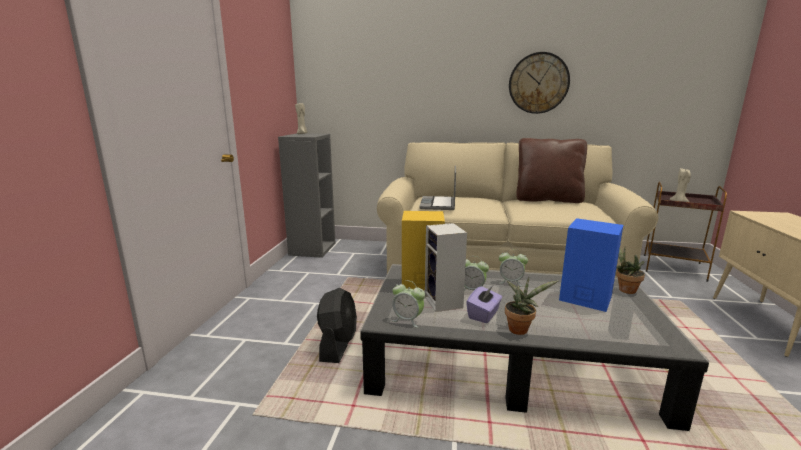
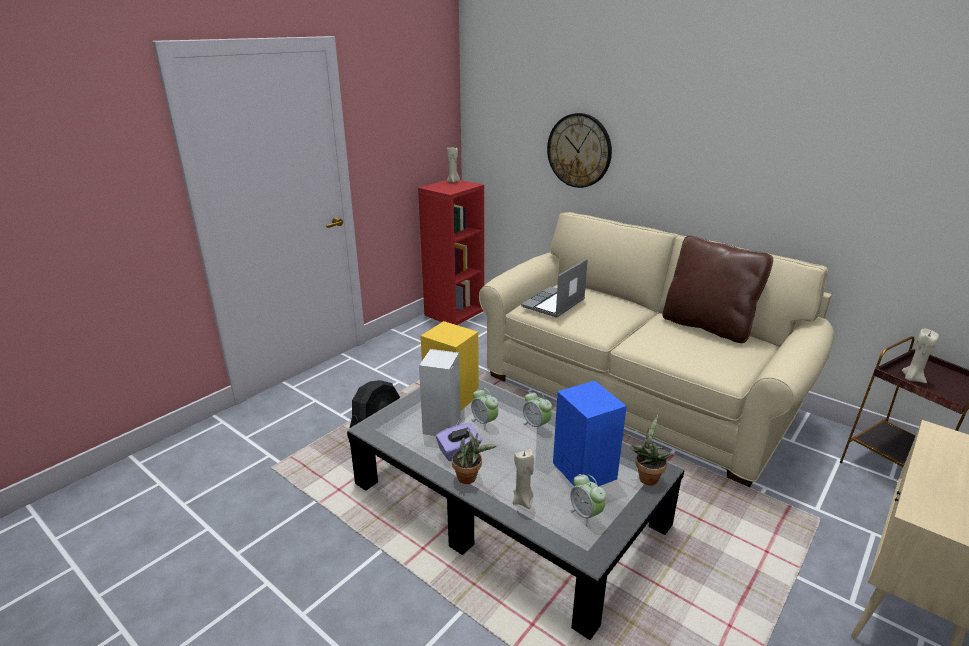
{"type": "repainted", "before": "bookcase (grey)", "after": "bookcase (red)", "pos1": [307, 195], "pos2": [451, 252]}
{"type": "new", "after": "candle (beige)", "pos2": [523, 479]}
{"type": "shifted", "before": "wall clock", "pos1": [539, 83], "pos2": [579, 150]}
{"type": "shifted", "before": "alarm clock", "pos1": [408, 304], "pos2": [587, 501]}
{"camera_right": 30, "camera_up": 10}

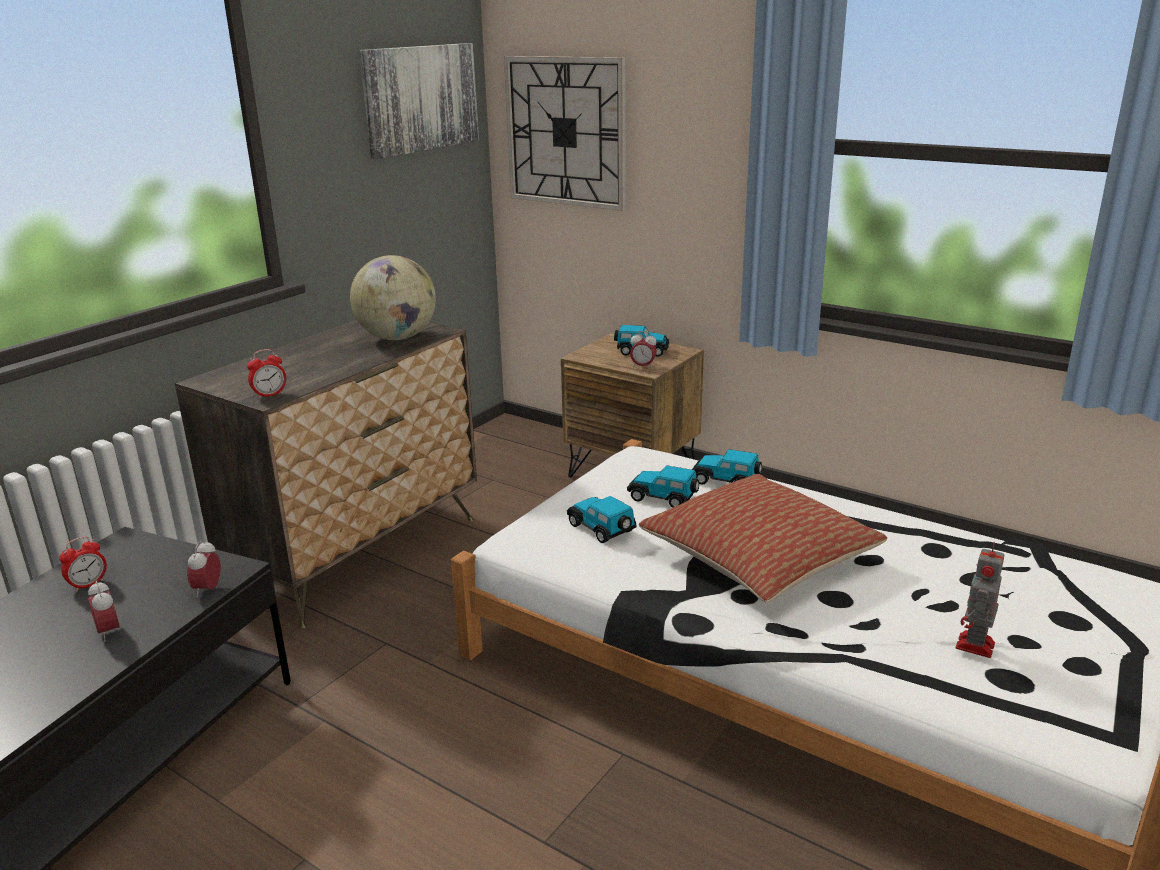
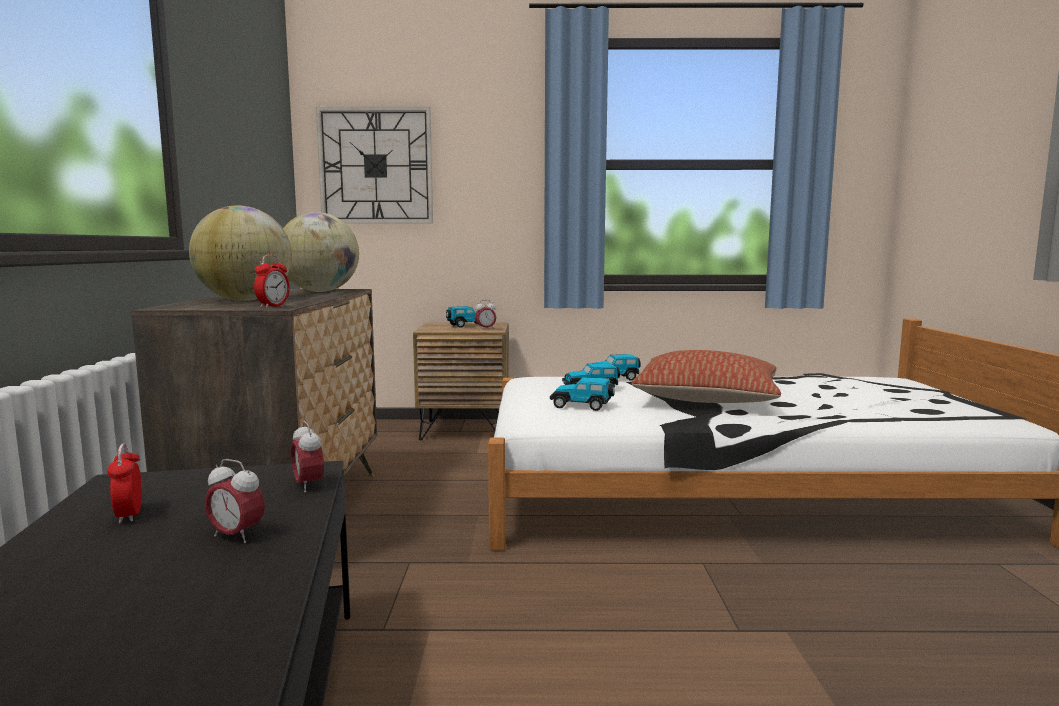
{"type": "rotated", "before": "alarm clock", "pos1": [83, 564], "pos2": [124, 483], "turn": 150}
{"type": "new", "after": "globe", "pos2": [240, 253]}
{"type": "gone", "before": "picture", "pos1": [419, 101]}
{"type": "gone", "before": "toy robot", "pos1": [980, 600]}
{"camera_right": -35, "camera_up": -15}

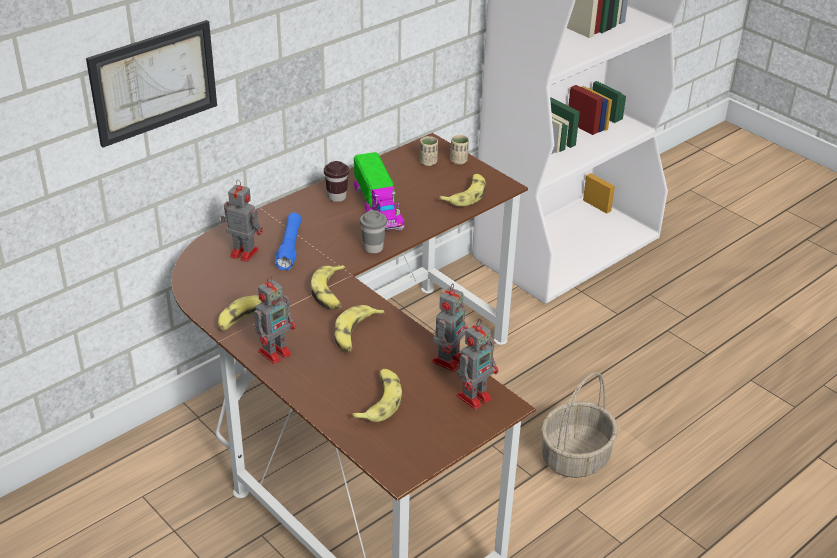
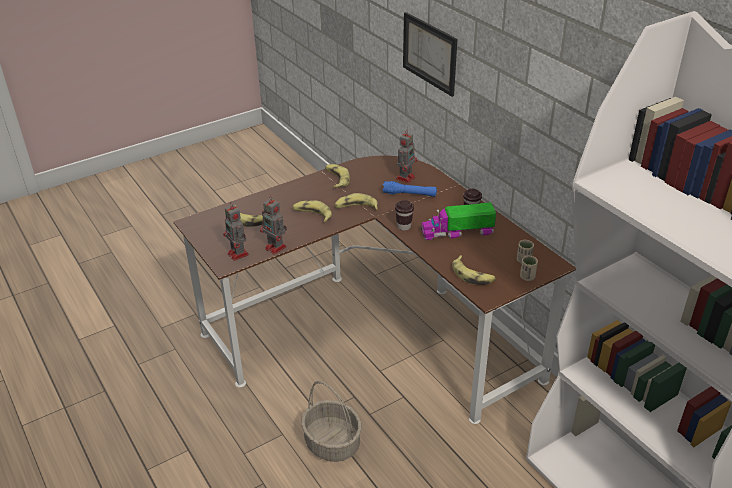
{"type": "repainted", "before": "cup (grey)", "after": "cup (brown)", "pos1": [373, 232], "pos2": [404, 215]}
{"type": "gone", "before": "toy robot", "pos1": [275, 320]}
{"camera_right": 100, "camera_up": 0}

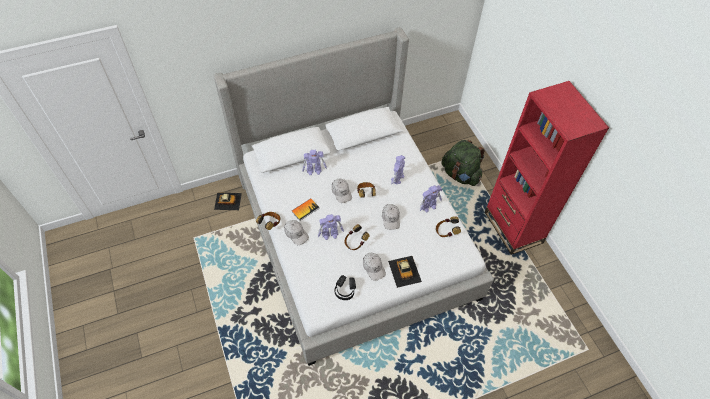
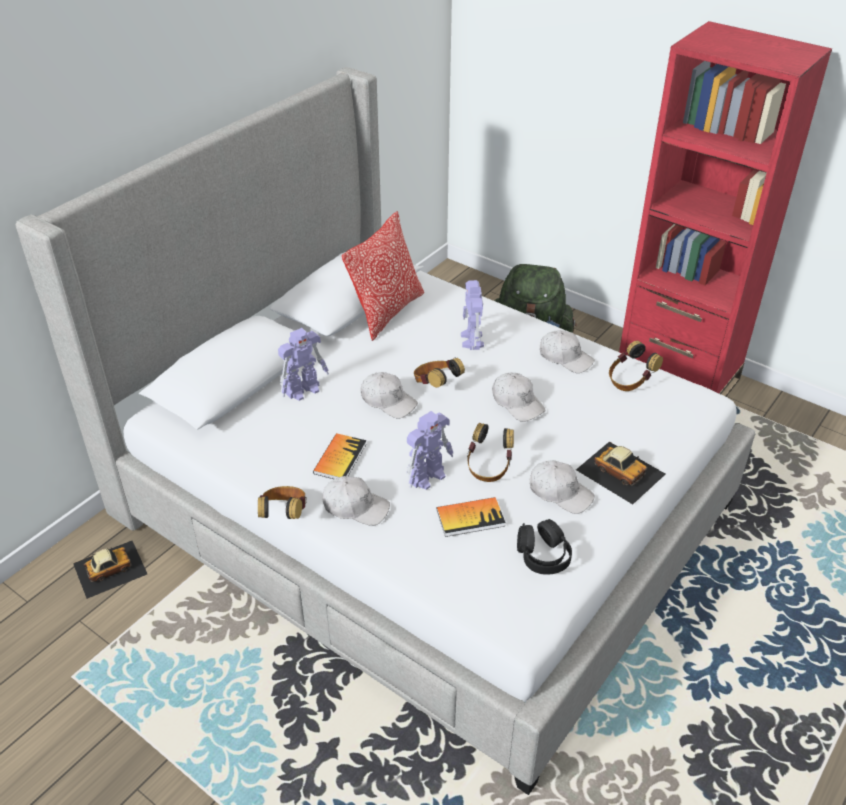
{"type": "new", "after": "pillow", "pos2": [383, 276]}
{"type": "new", "after": "book", "pos2": [471, 517]}
{"type": "swapped", "before": "toy robot", "after": "cap (white)", "pos1": [431, 198], "pos2": [567, 351]}
{"camera_right": -30, "camera_up": -15}

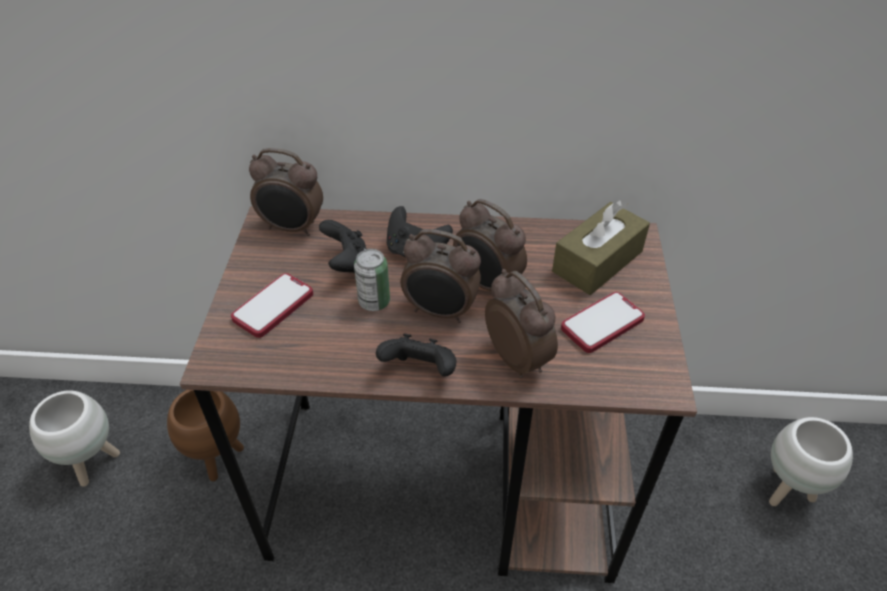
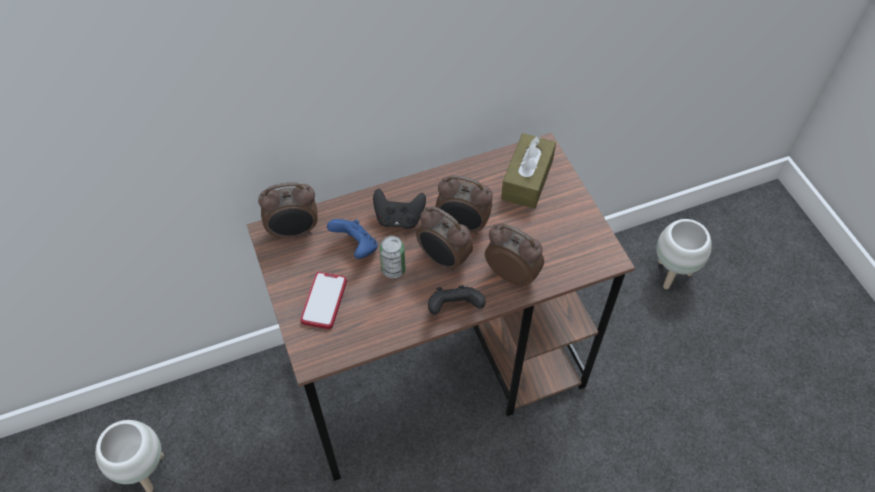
{"type": "repainted", "before": "game controller (black)", "after": "game controller (blue)", "pos1": [342, 247], "pos2": [352, 239]}
{"type": "rotated", "before": "alarm clock", "pos1": [440, 276], "pos2": [444, 240], "turn": 45}
{"type": "gone", "before": "planter (brown)", "pos1": [205, 435]}
{"type": "gone", "before": "phone", "pos1": [603, 322]}
{"camera_right": -25, "camera_up": 10}

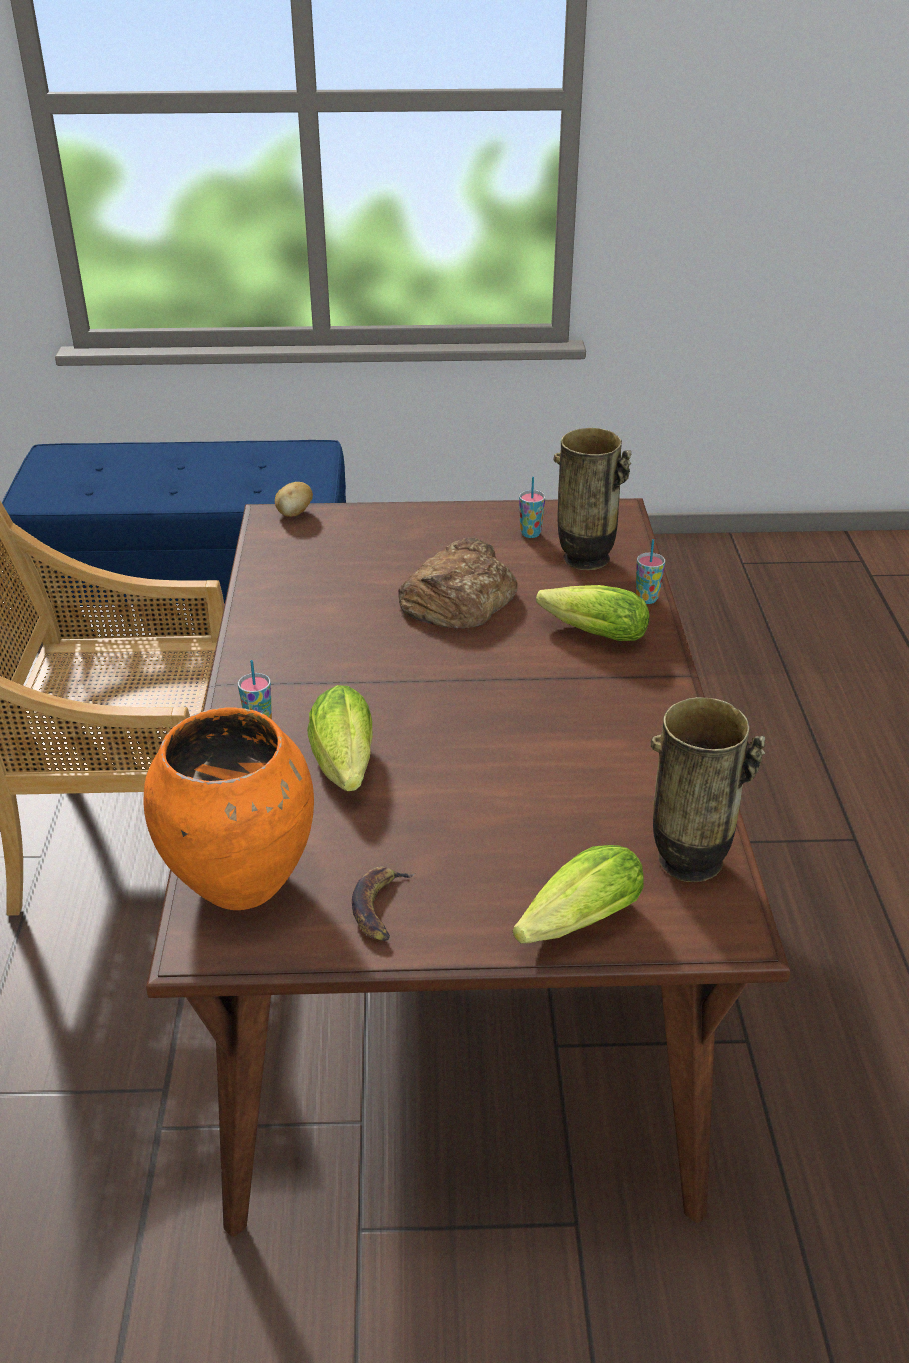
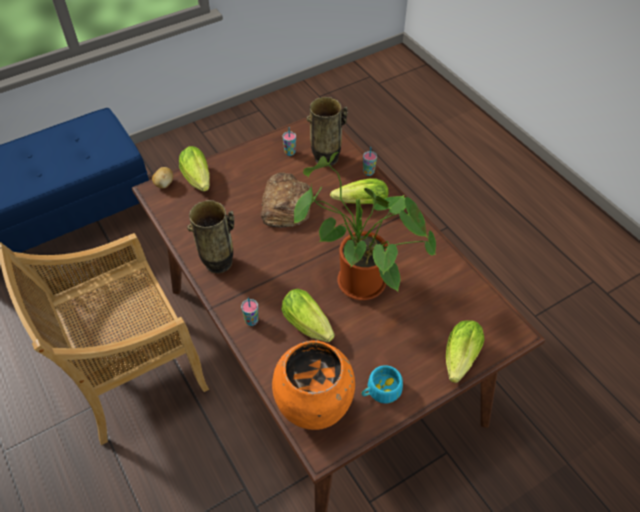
{"type": "new", "after": "lettuce", "pos2": [194, 168]}
{"type": "shifted", "before": "vase", "pos1": [708, 789], "pos2": [211, 237]}
{"type": "new", "after": "potted plant", "pos2": [365, 226]}
{"type": "swapped", "before": "banana", "after": "cup (turquoise)", "pos1": [383, 904], "pos2": [382, 384]}
{"camera_right": -30, "camera_up": 15}

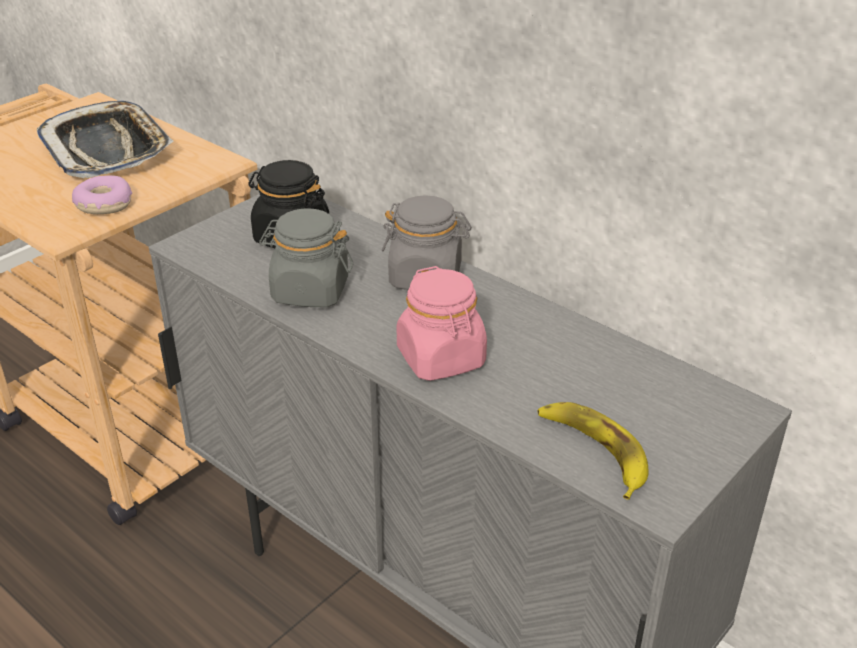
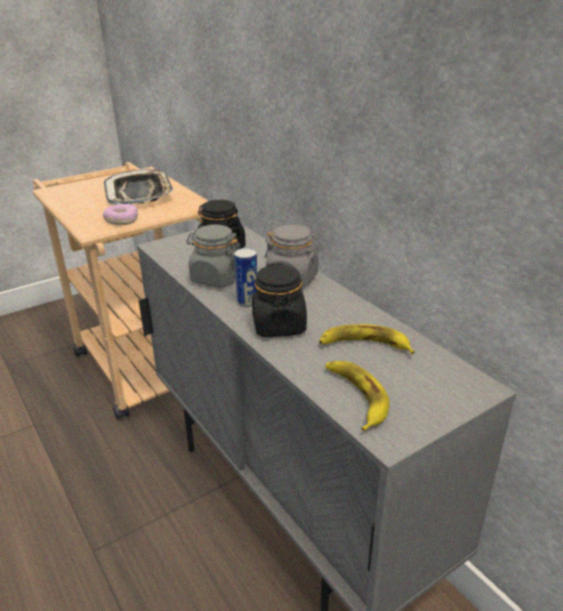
{"type": "new", "after": "can", "pos2": [245, 277]}
{"type": "repainted", "before": "jar (pink)", "after": "jar (black)", "pos1": [442, 323], "pos2": [279, 300]}
{"type": "new", "after": "banana", "pos2": [367, 339]}
{"camera_right": 15, "camera_up": -5}

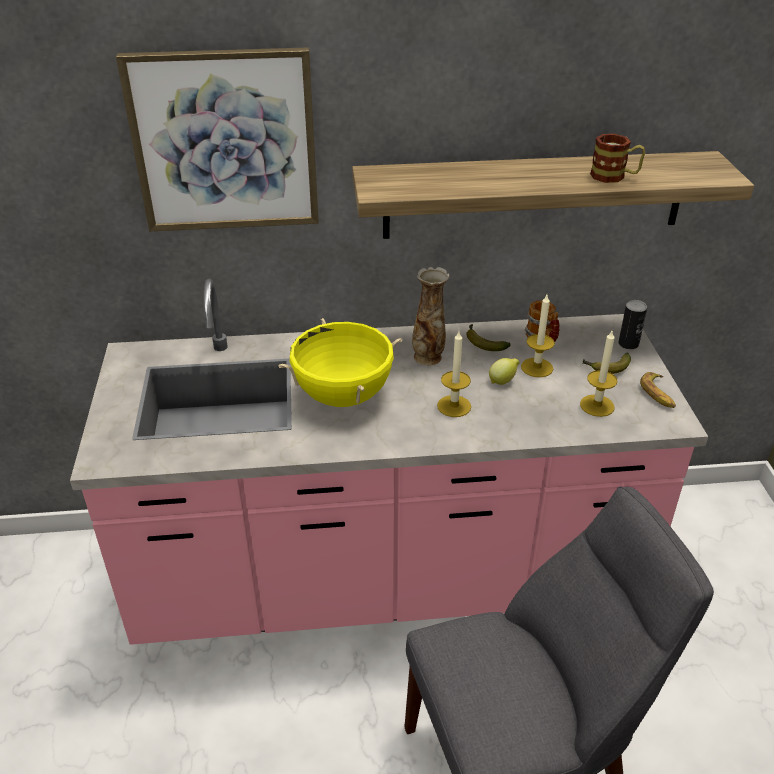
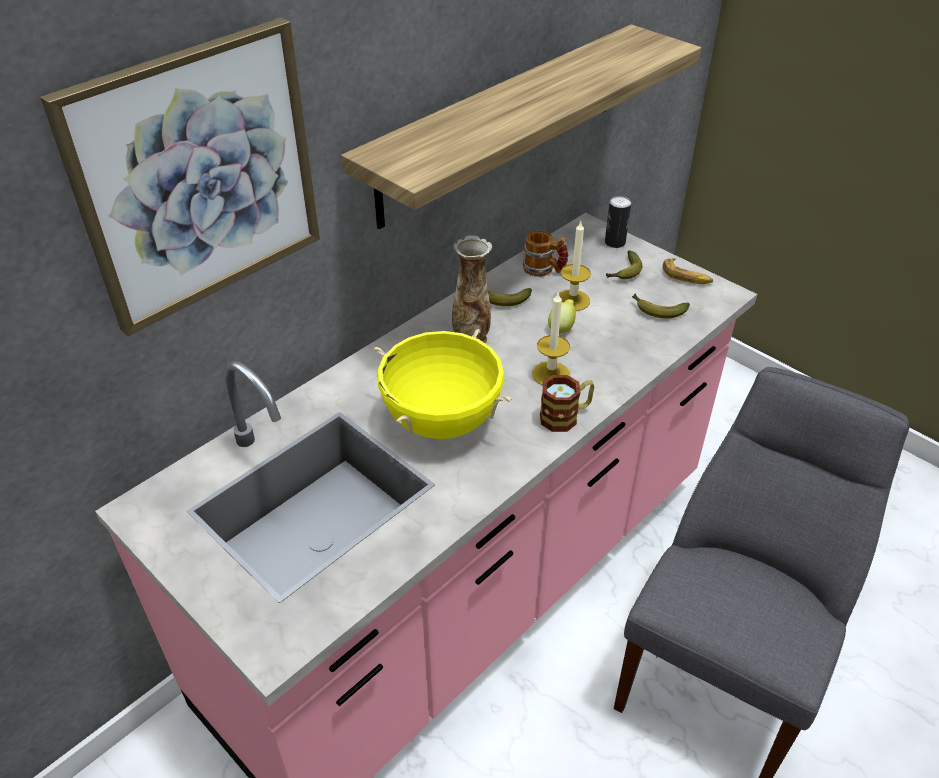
{"type": "shifted", "before": "mug", "pos1": [617, 158], "pos2": [567, 403]}
{"type": "swapped", "before": "candle", "after": "banana", "pos1": [598, 373], "pos2": [661, 306]}
{"camera_right": -40, "camera_up": 5}

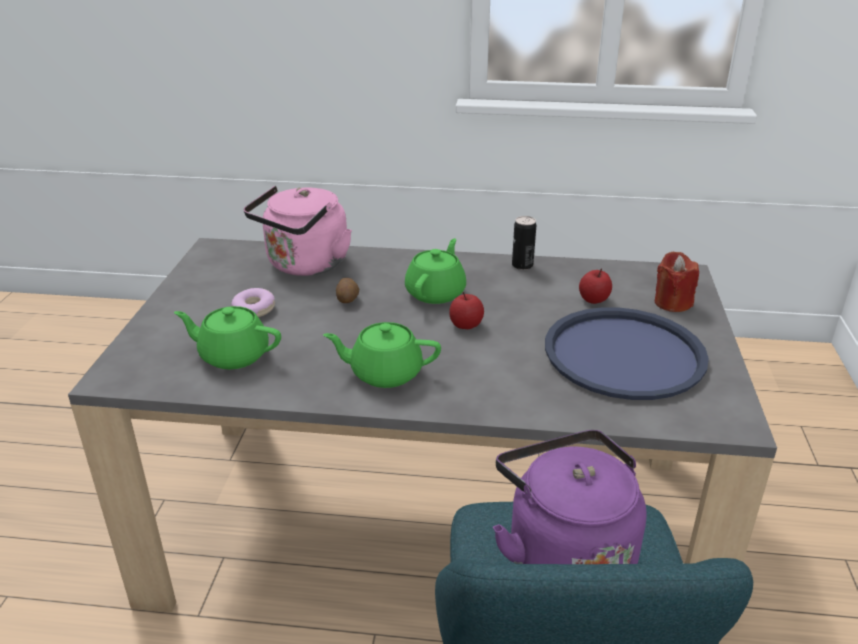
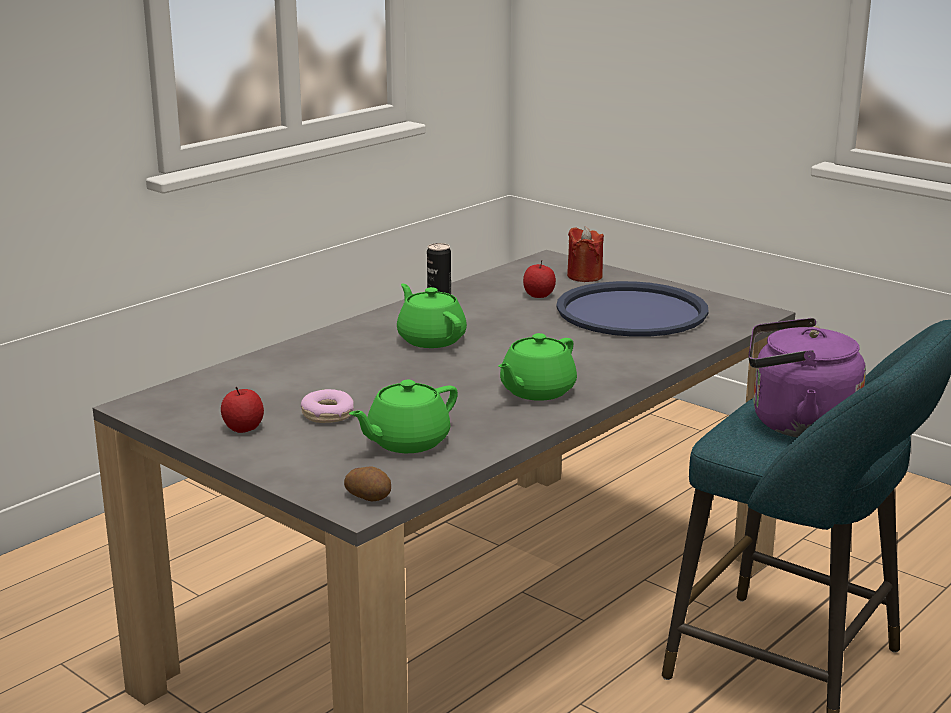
{"type": "shifted", "before": "apple", "pos1": [466, 310], "pos2": [242, 410]}
{"type": "shifted", "before": "potato", "pos1": [347, 290], "pos2": [367, 483]}
{"type": "gone", "before": "kettle (pink)", "pos1": [298, 231]}
{"camera_right": -55, "camera_up": -10}

